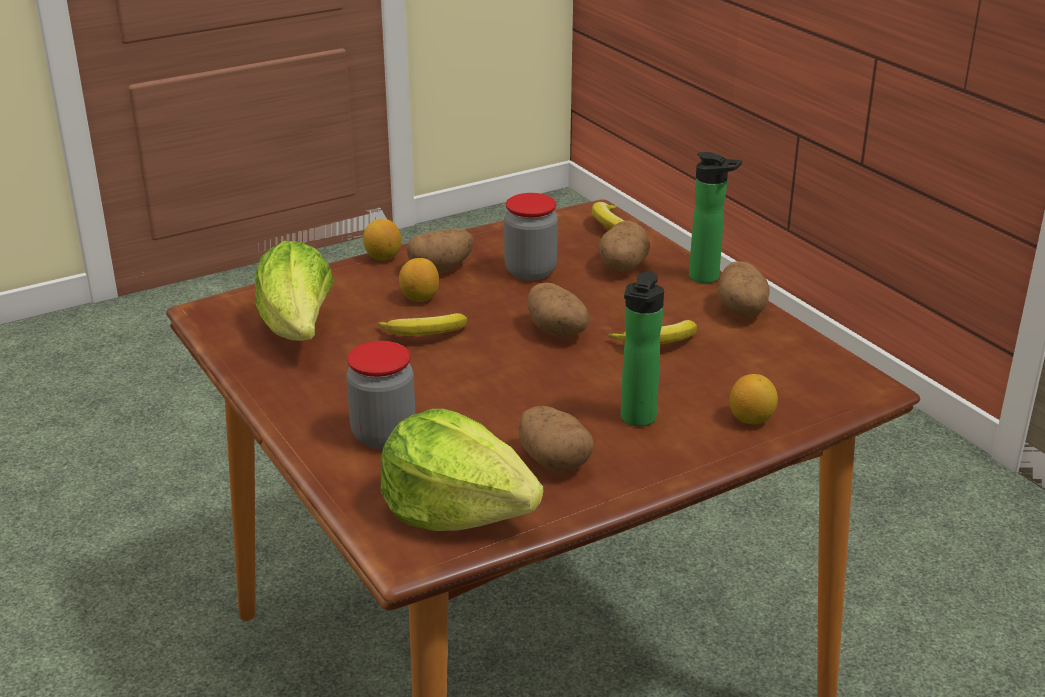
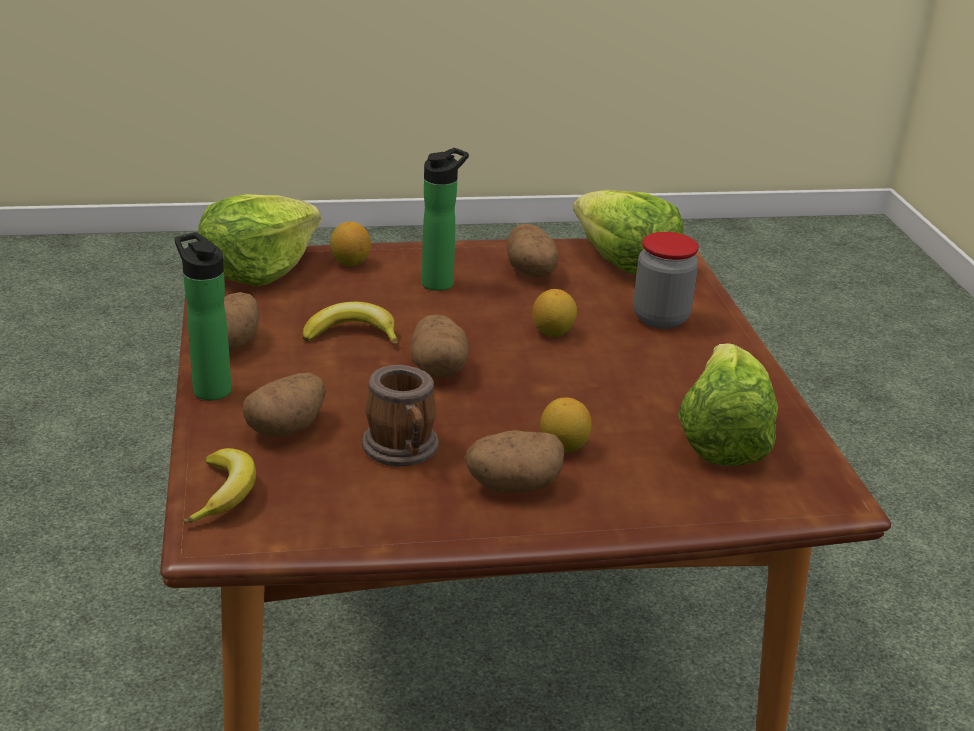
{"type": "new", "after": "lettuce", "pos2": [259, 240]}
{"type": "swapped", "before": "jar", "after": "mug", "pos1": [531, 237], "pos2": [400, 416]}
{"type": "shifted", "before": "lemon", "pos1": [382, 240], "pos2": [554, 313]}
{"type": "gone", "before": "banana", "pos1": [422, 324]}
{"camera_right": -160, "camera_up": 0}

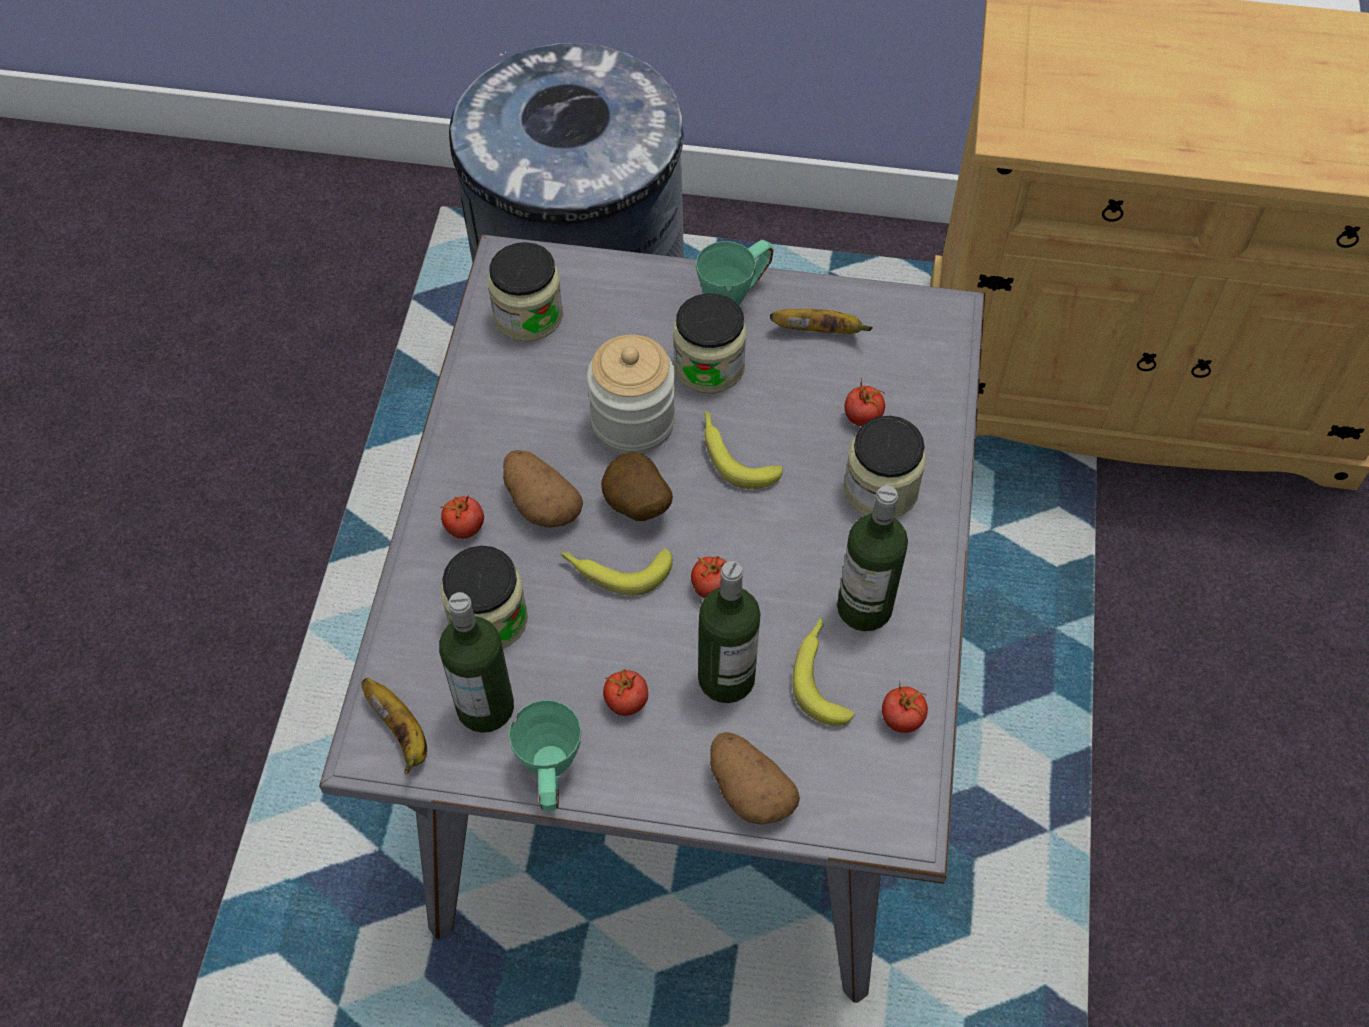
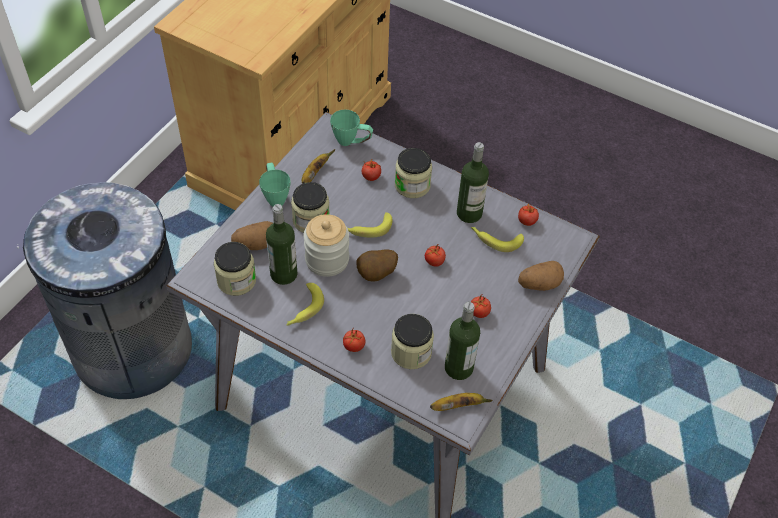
{"type": "shifted", "before": "potato", "pos1": [543, 489], "pos2": [252, 235]}
{"type": "shifted", "before": "bottle", "pos1": [729, 632], "pos2": [282, 244]}
{"type": "shifted", "before": "banana", "pos1": [616, 572], "pos2": [305, 304]}
{"type": "shifted", "before": "mug (green)", "pos1": [545, 755], "pos2": [351, 127]}
{"camera_right": -70, "camera_up": -5}

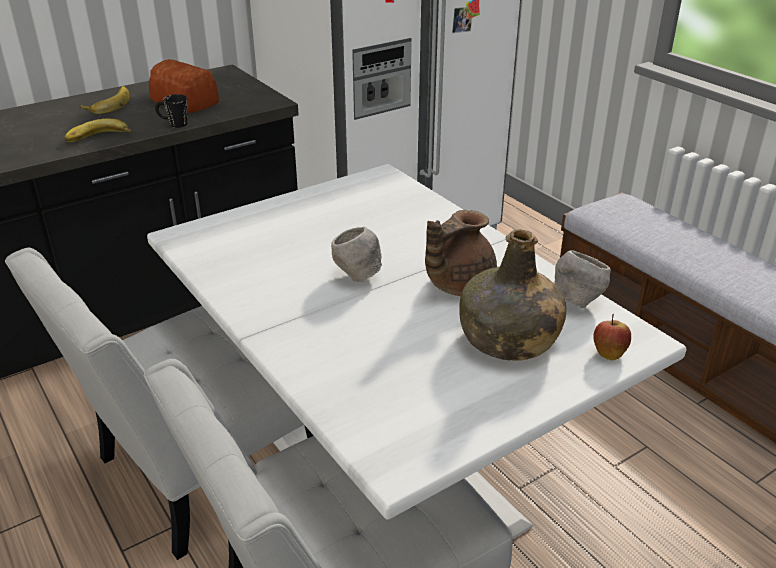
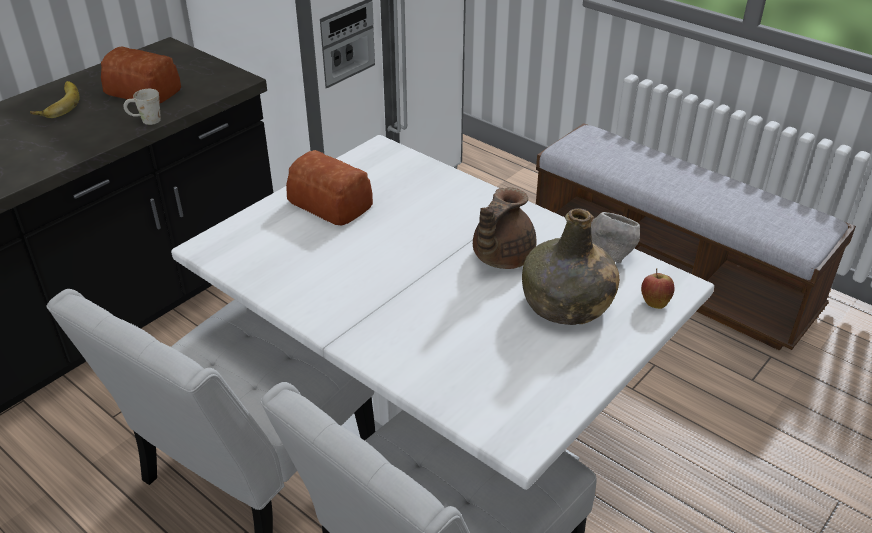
{"type": "repainted", "before": "mug (black)", "after": "mug (white)", "pos1": [171, 111], "pos2": [142, 107]}
{"type": "new", "after": "bread", "pos2": [329, 187]}
{"type": "gone", "before": "banana", "pos1": [98, 130]}
{"type": "gone", "before": "bowl (grey)", "pos1": [356, 254]}
{"camera_right": -15, "camera_up": 5}

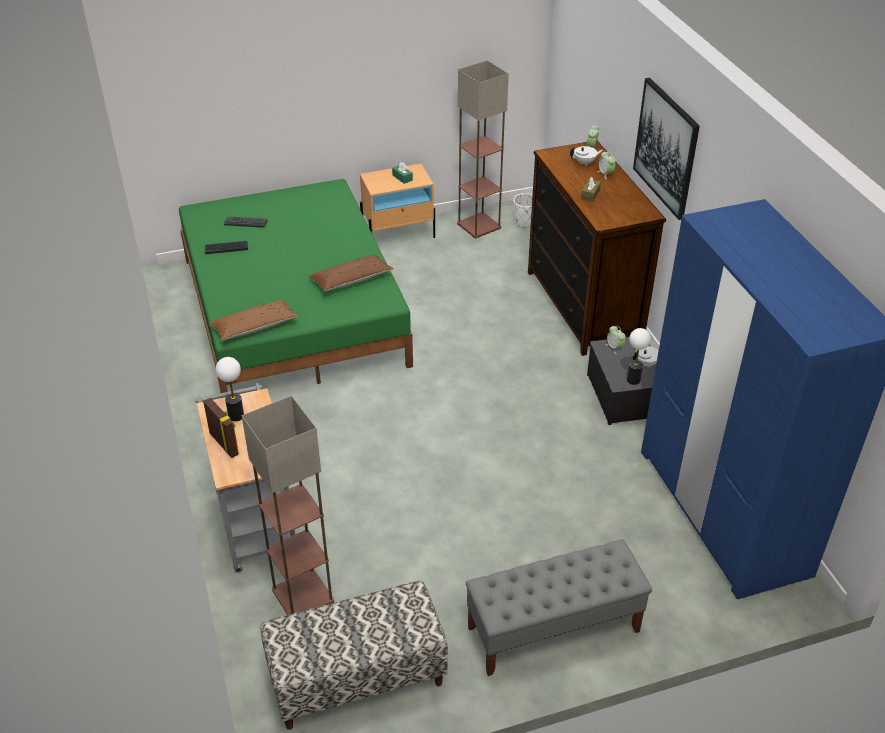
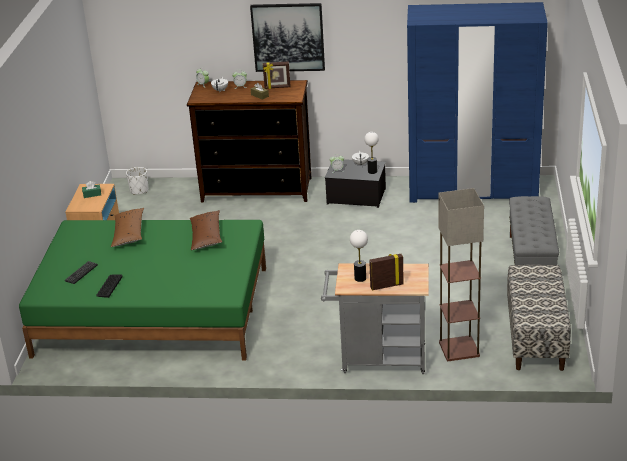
{"type": "shifted", "before": "pillow (brown)", "pos1": [254, 320], "pos2": [127, 227]}
{"type": "new", "after": "picture frame", "pos2": [276, 75]}
{"type": "gone", "before": "floor lamp", "pos1": [483, 149]}
{"camera_right": -65, "camera_up": -10}

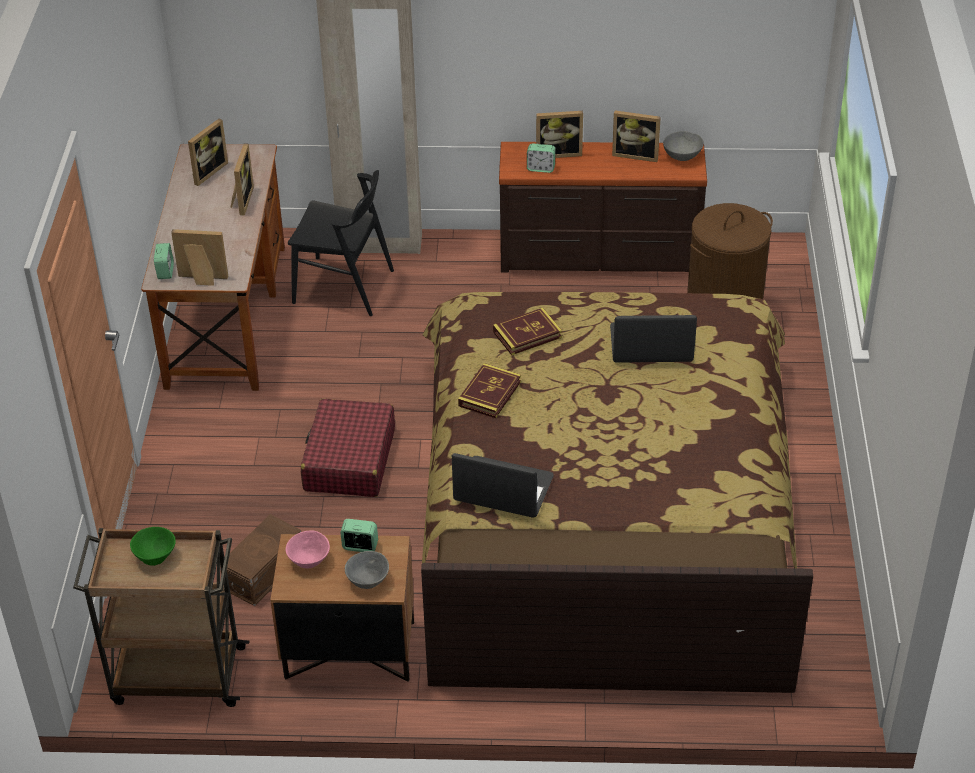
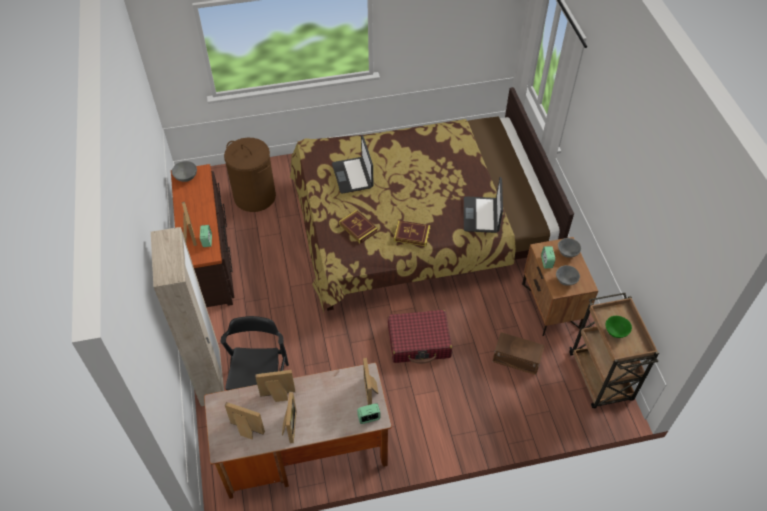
{"type": "shifted", "before": "picture frame", "pos1": [636, 136], "pos2": [289, 417]}
{"type": "repainted", "before": "bowl (pink)", "after": "bowl (grey)", "pos1": [308, 549], "pos2": [568, 275]}
{"camera_right": -105, "camera_up": 10}

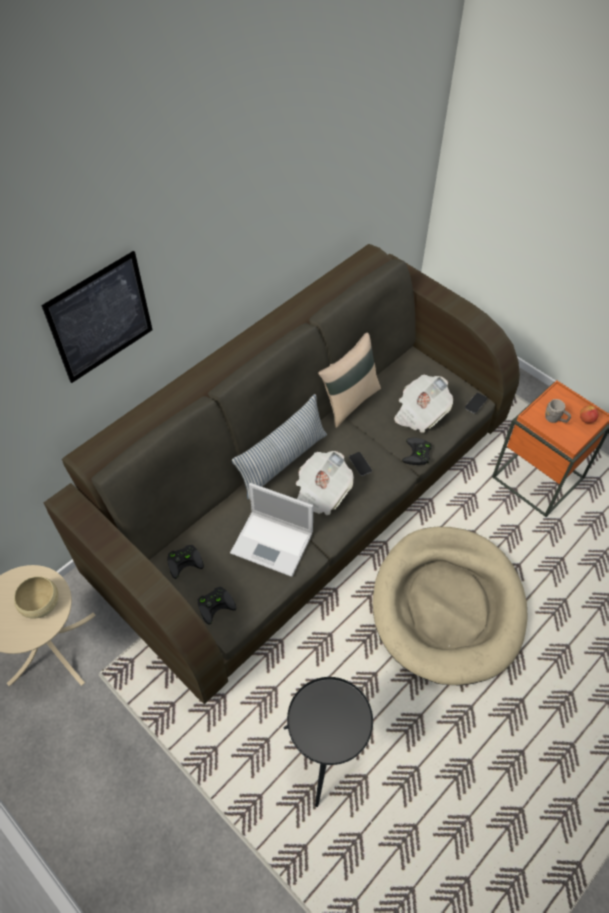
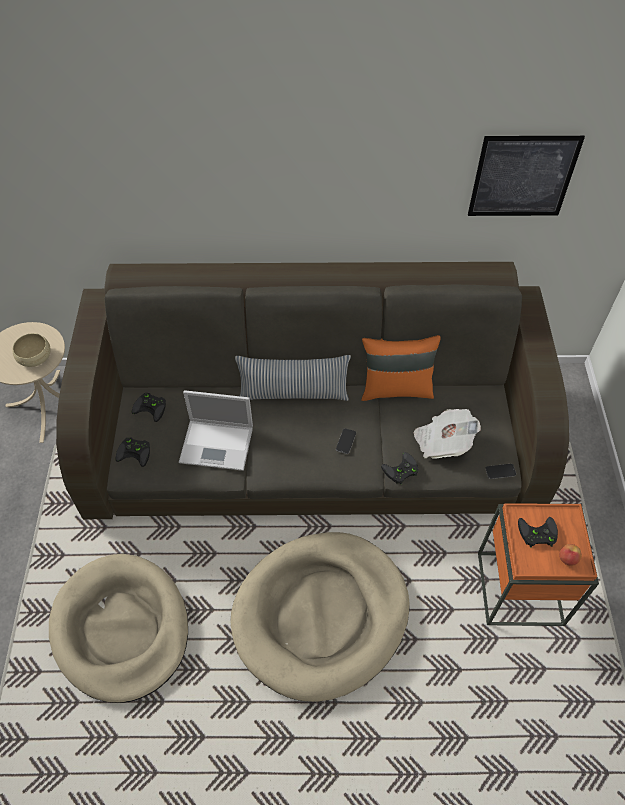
{"type": "swapped", "before": "side table (black)", "after": "dog bed (beige)", "pos1": [328, 742], "pos2": [118, 628]}
{"type": "rotated", "before": "laptop", "pos1": [271, 530], "pos2": [216, 430], "turn": -60}
{"type": "repainted", "before": "pillow (beige)", "after": "pillow (orange)", "pos1": [349, 380], "pos2": [401, 368]}
{"type": "shifted", "before": "picture", "pos1": [97, 317], "pos2": [526, 176]}
{"type": "swapped", "before": "mug (grey)", "after": "game controller (black)", "pos1": [558, 411], "pos2": [538, 532]}
{"type": "gone", "before": "newspaper", "pos1": [325, 483]}
{"camera_right": 45, "camera_up": 0}

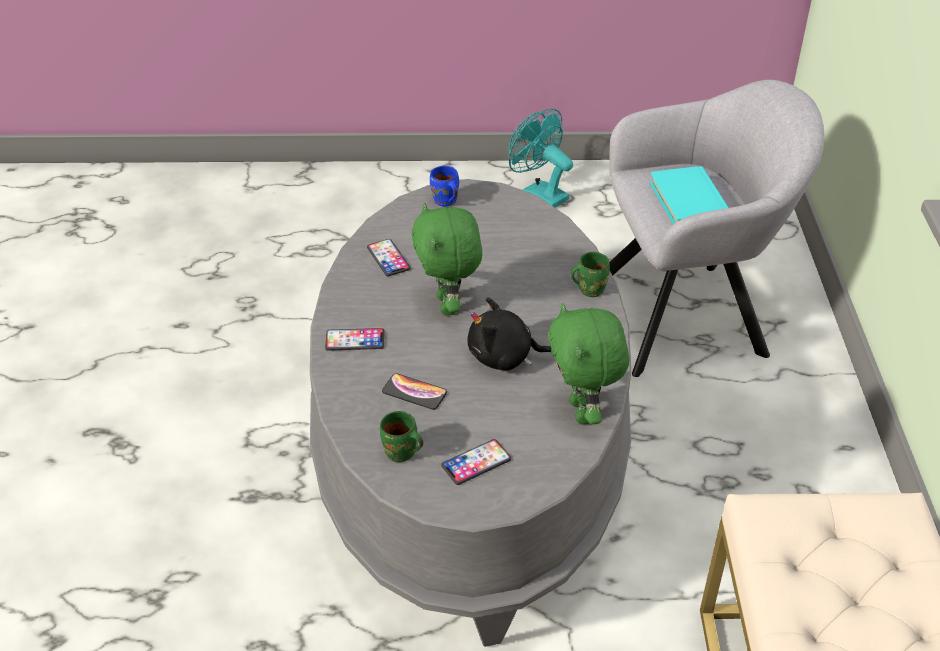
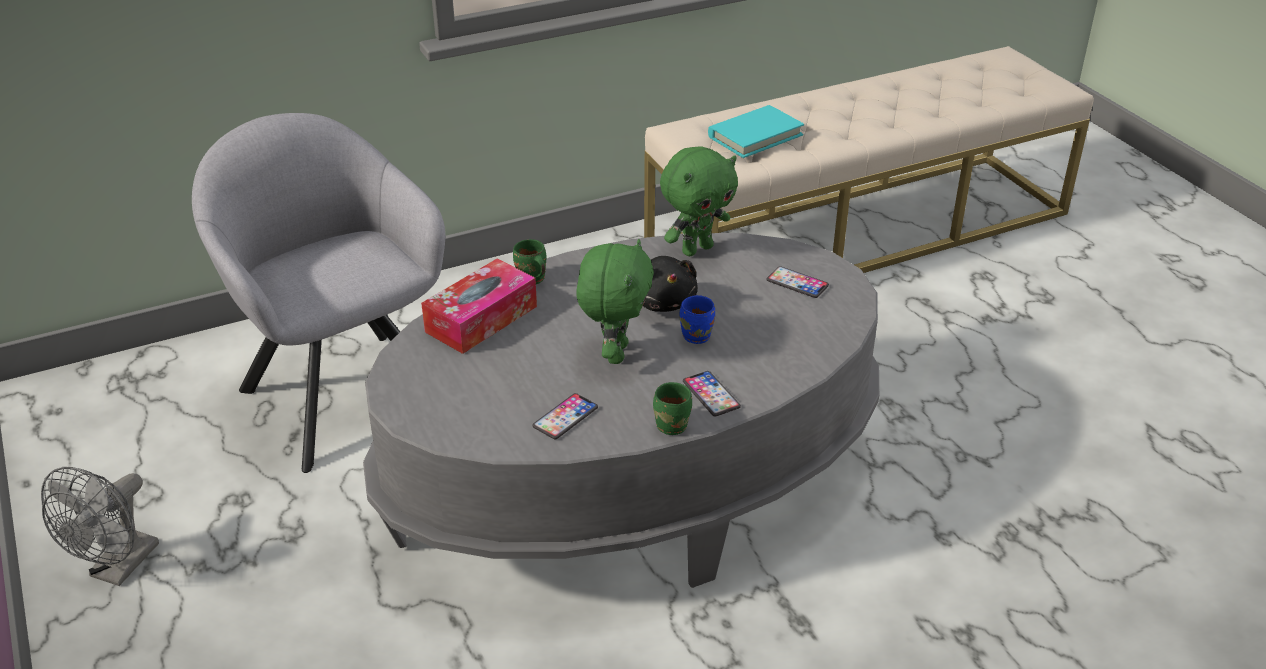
{"type": "repainted", "before": "fan (turquoise)", "after": "fan (grey)", "pos1": [541, 158], "pos2": [100, 526]}
{"type": "new", "after": "tissue box", "pos2": [479, 306]}
{"type": "rotated", "before": "plush toy (green)", "pos1": [446, 259], "pos2": [615, 301], "turn": -45}
{"type": "shifted", "before": "mug (green)", "pos1": [401, 436], "pos2": [672, 408]}
{"type": "shifted", "before": "mug (blue)", "pos1": [444, 186], "pos2": [697, 319]}
{"type": "shifted", "before": "book (turquoise)", "pos1": [689, 195], "pos2": [756, 131]}
{"type": "gone", "before": "phone", "pos1": [414, 391]}
{"camera_right": -115, "camera_up": -5}

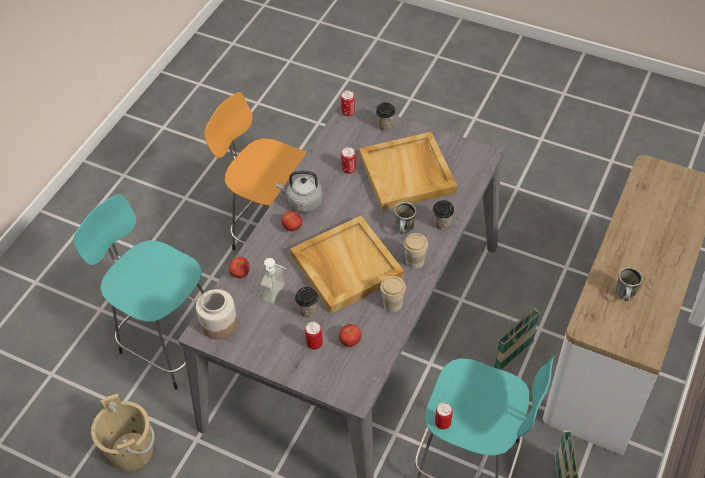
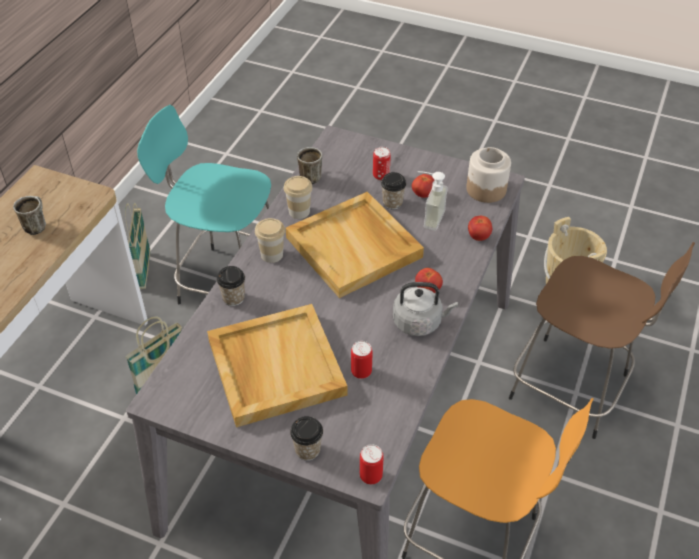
{"type": "shifted", "before": "mug", "pos1": [405, 218], "pos2": [309, 165]}
{"type": "shifted", "before": "tomato", "pos1": [350, 335], "pos2": [423, 186]}
{"type": "repainted", "before": "stool (turquoise)", "after": "stool (brown)", "pos1": [138, 292], "pos2": [602, 340]}
{"type": "gone", "before": "can", "pos1": [444, 415]}
{"camera_right": 175, "camera_up": -5}

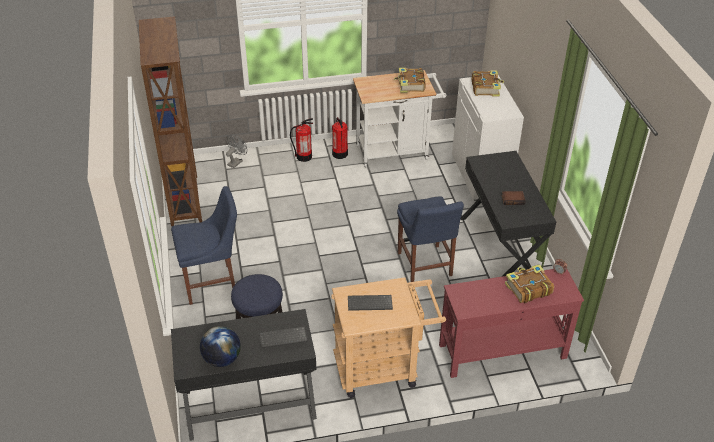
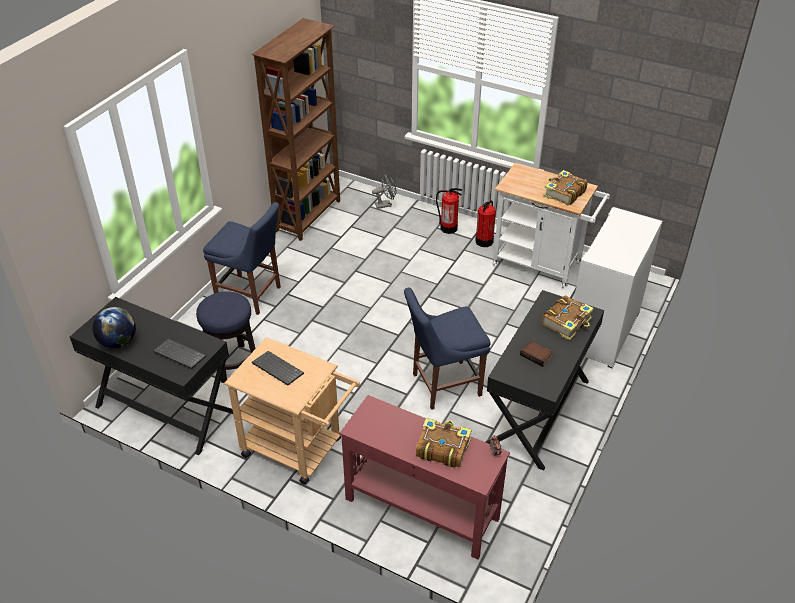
{"type": "rotated", "before": "chair (blue)", "pos1": [430, 239], "pos2": [447, 348], "turn": 45}
{"type": "shifted", "before": "book", "pos1": [487, 83], "pos2": [568, 318]}
{"camera_right": 40, "camera_up": 0}

